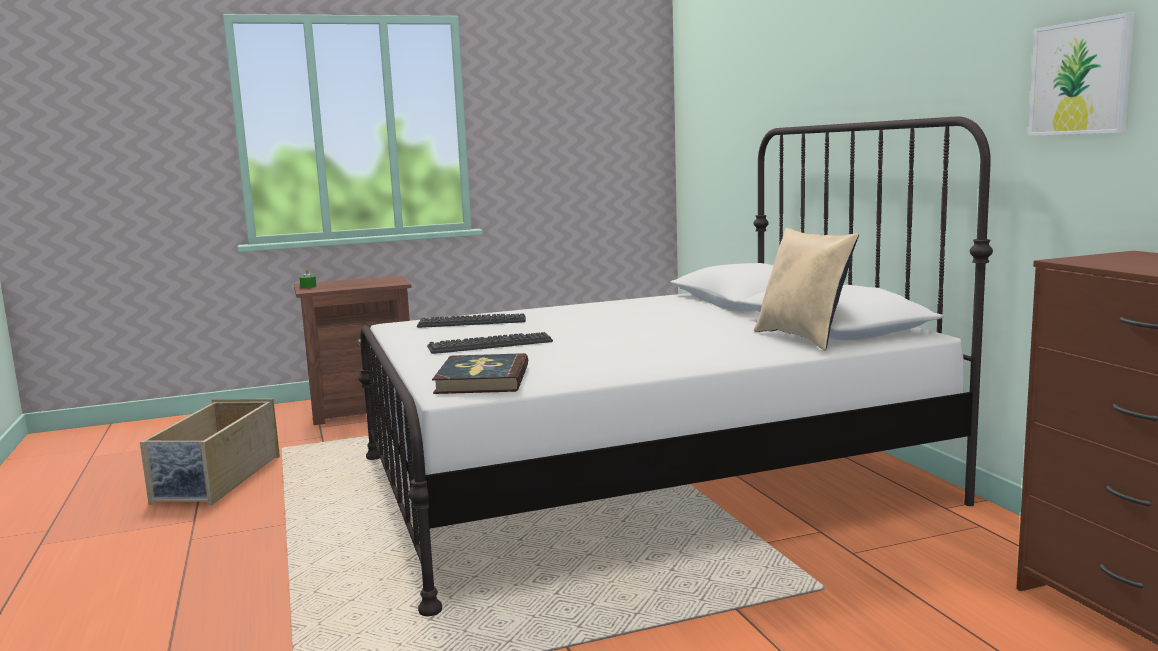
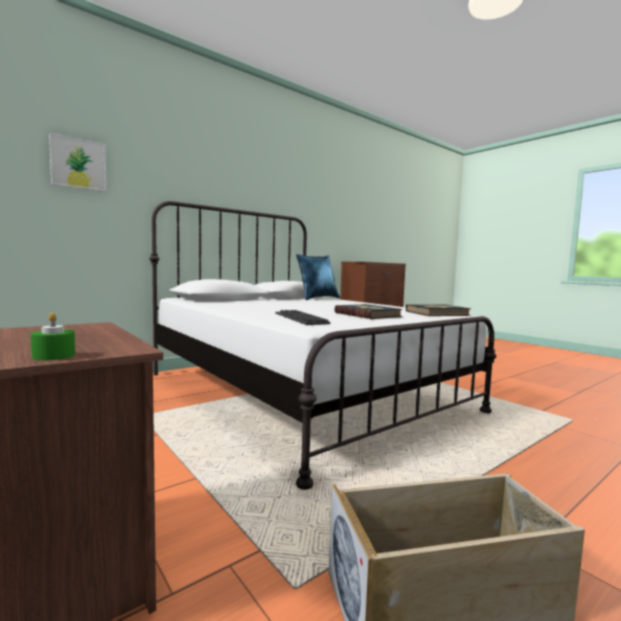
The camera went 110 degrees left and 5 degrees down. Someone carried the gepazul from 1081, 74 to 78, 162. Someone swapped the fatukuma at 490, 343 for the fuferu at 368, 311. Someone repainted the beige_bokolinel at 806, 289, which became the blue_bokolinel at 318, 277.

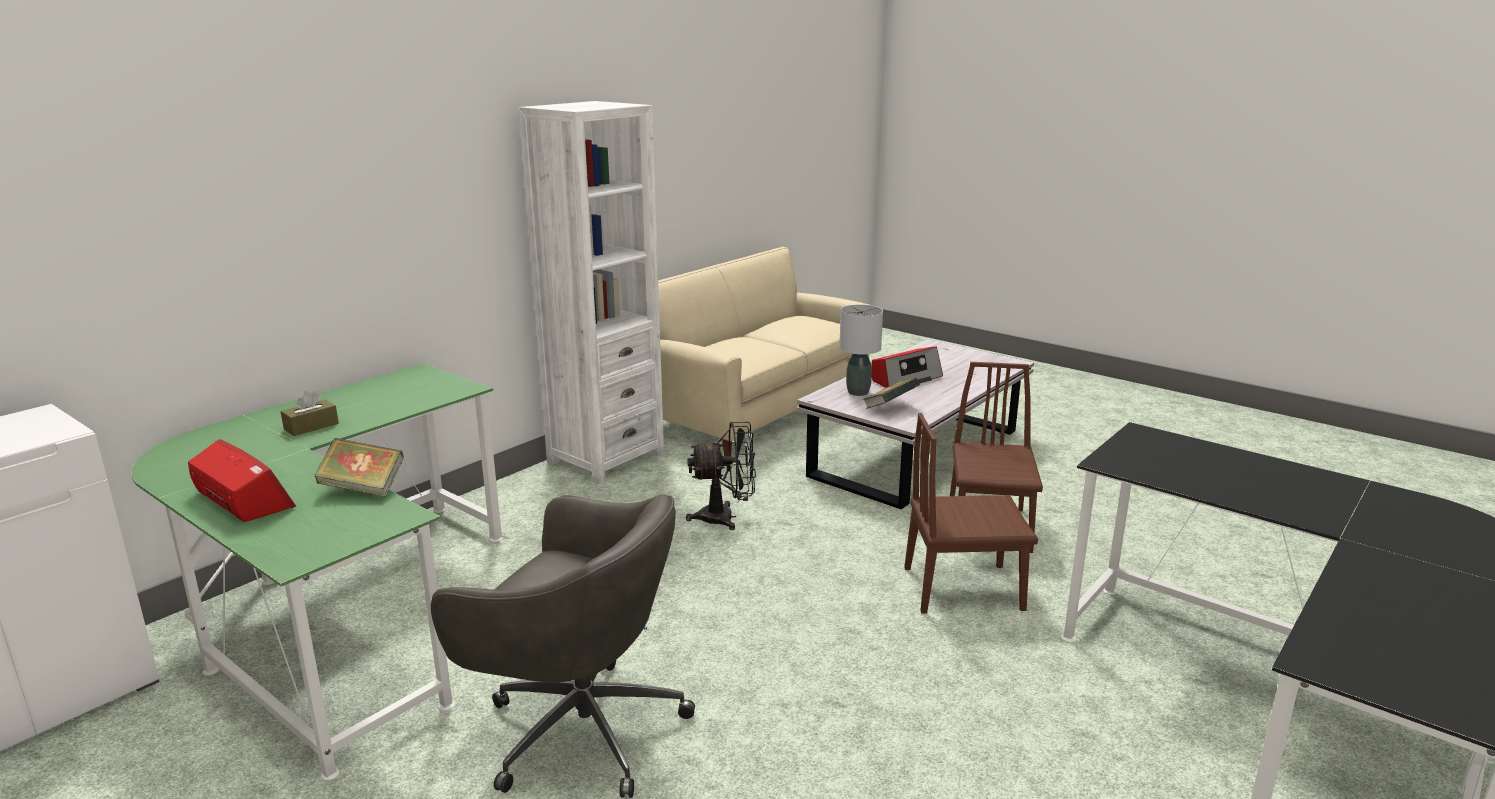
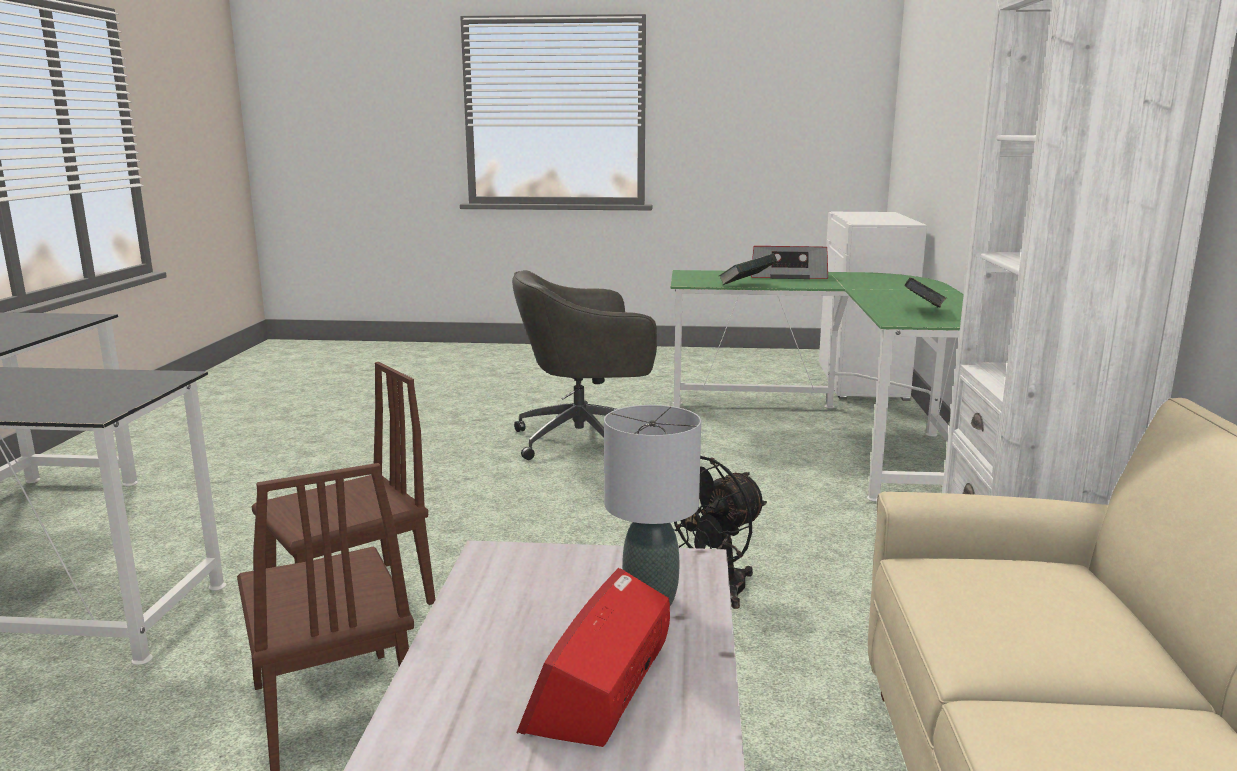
The camera went 145 degrees right and 5 degrees down. Someone took away the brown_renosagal at 310, 413. Someone carried the fuferu from 891, 393 to 925, 292.

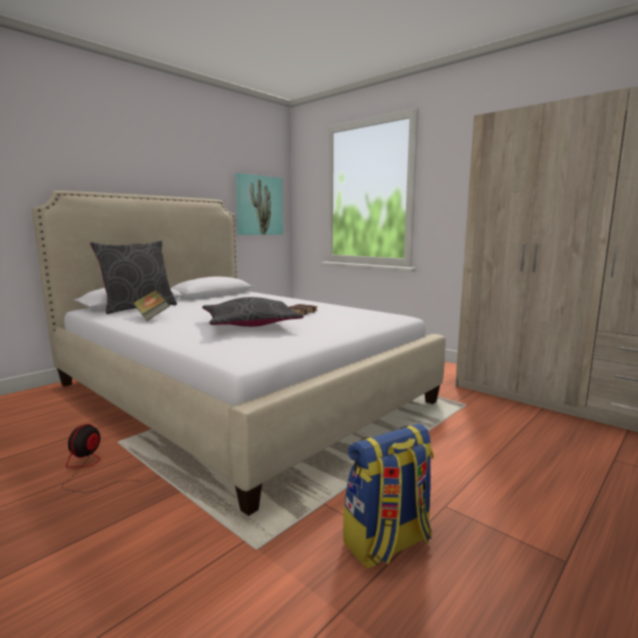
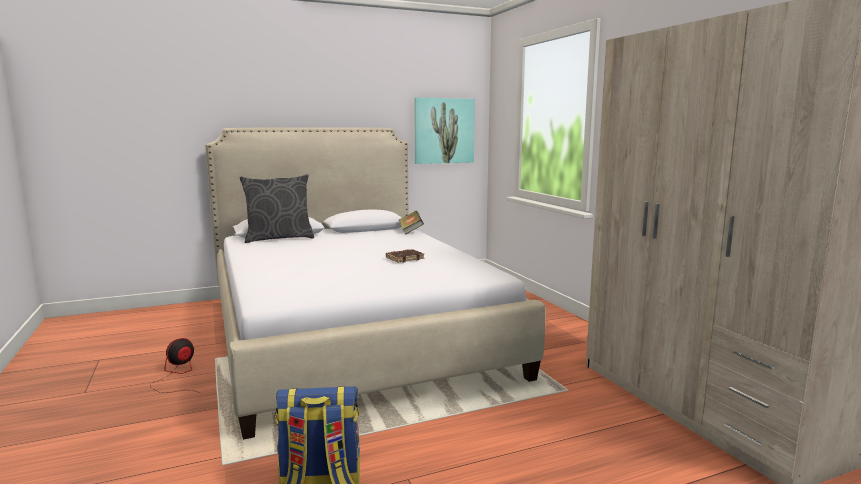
The camera went 25 degrees right and 0 degrees up. Someone took away the grey_bokolinel at 252, 312. Someone carried the fuferu from 151, 305 to 411, 223.

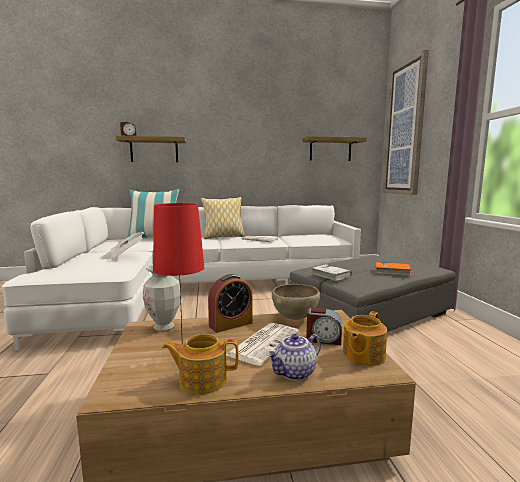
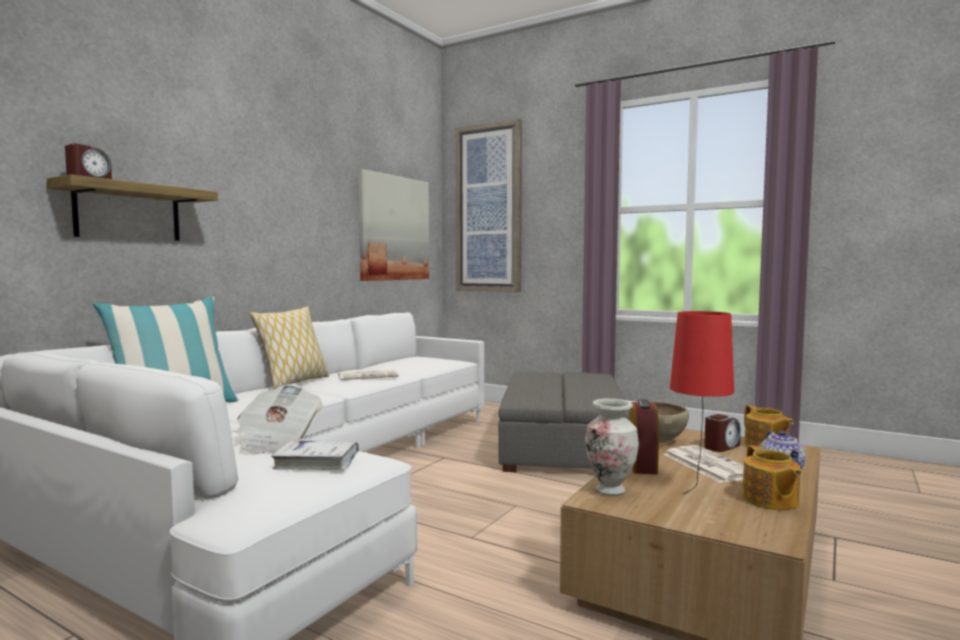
The camera went 50 degrees left and 5 degrees down. Someone took away the orange_fuferu at 393, 269. Someone carried the white_fuferu from 332, 272 to 315, 455. Someone swapped the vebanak at 334, 148 for the gepazul at 393, 225. Someone rotated the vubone at 200, 364 by 45 degrees counterclockwise.

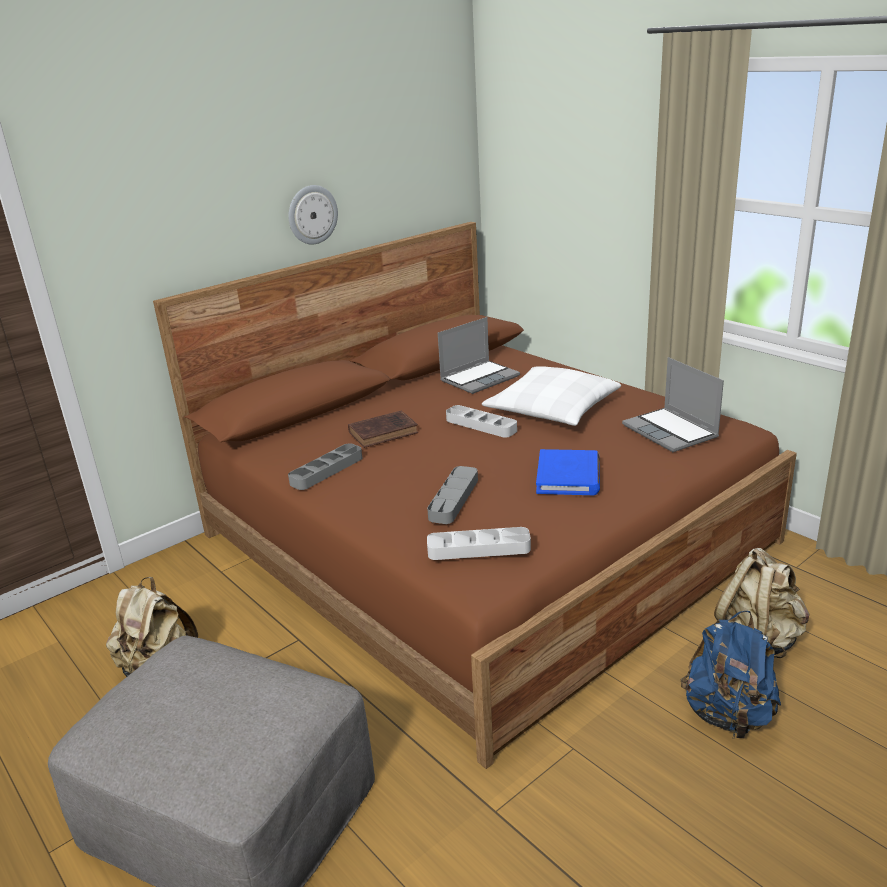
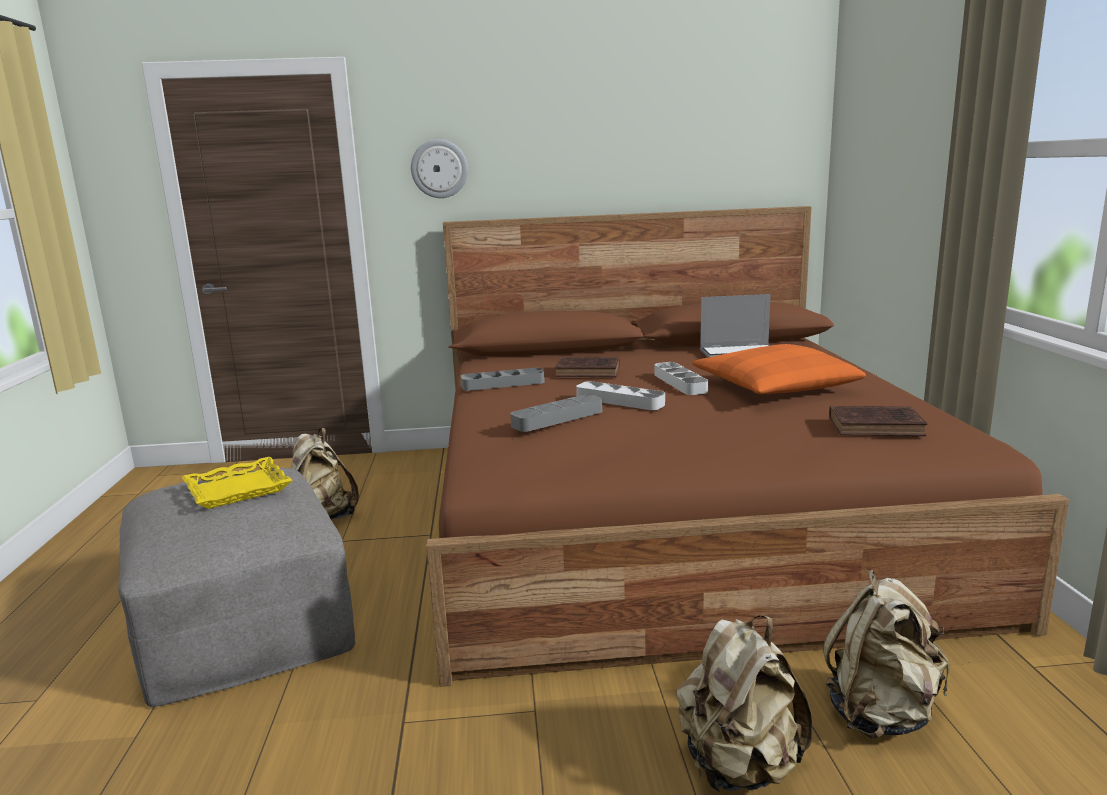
The camera went 35 degrees right and 10 degrees down. Someone took away the blue_fuferu at 568, 472. Someone put down the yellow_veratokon at 237, 483. Someone carried the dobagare from 313, 215 to 439, 168. Someone carried the grey_veratokon from 479, 543 to 620, 395. Someone swapped the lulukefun at 673, 404 for the brown_fuferu at 878, 421. Someone repainted the white_bokolinel at 551, 396, which became the orange_bokolinel at 779, 369. Someone repainted the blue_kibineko at 731, 674, which became the beige_kibineko at 744, 704.

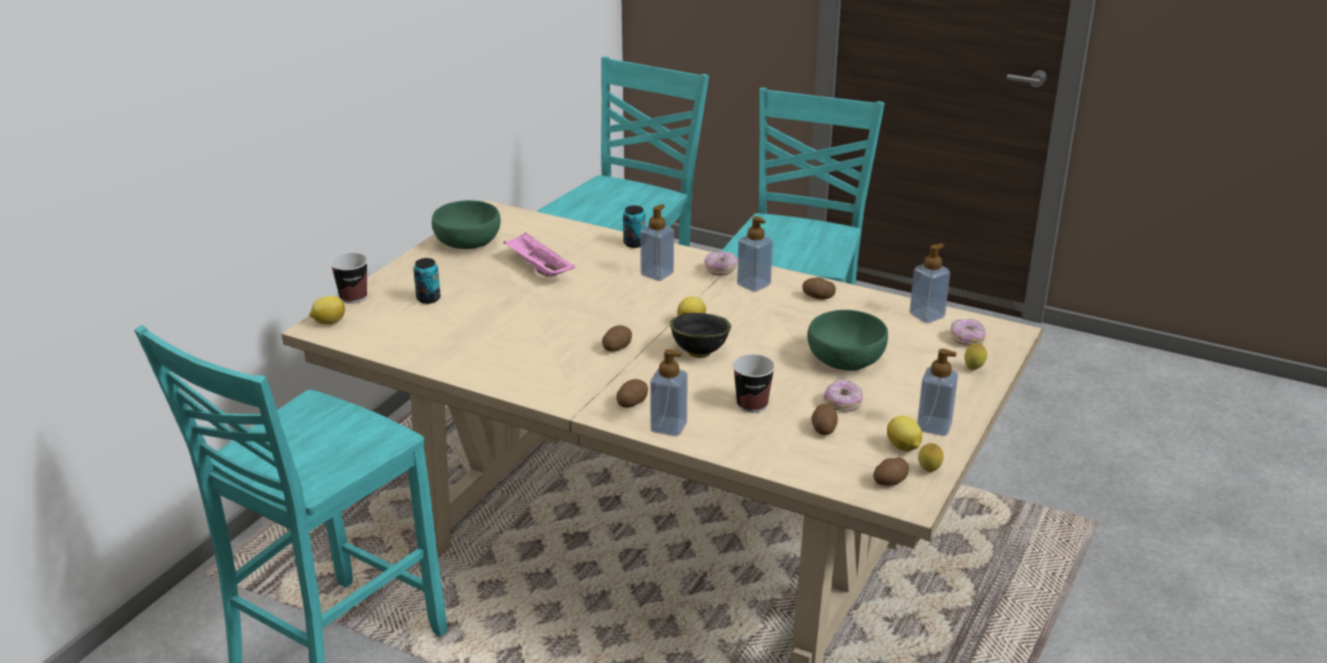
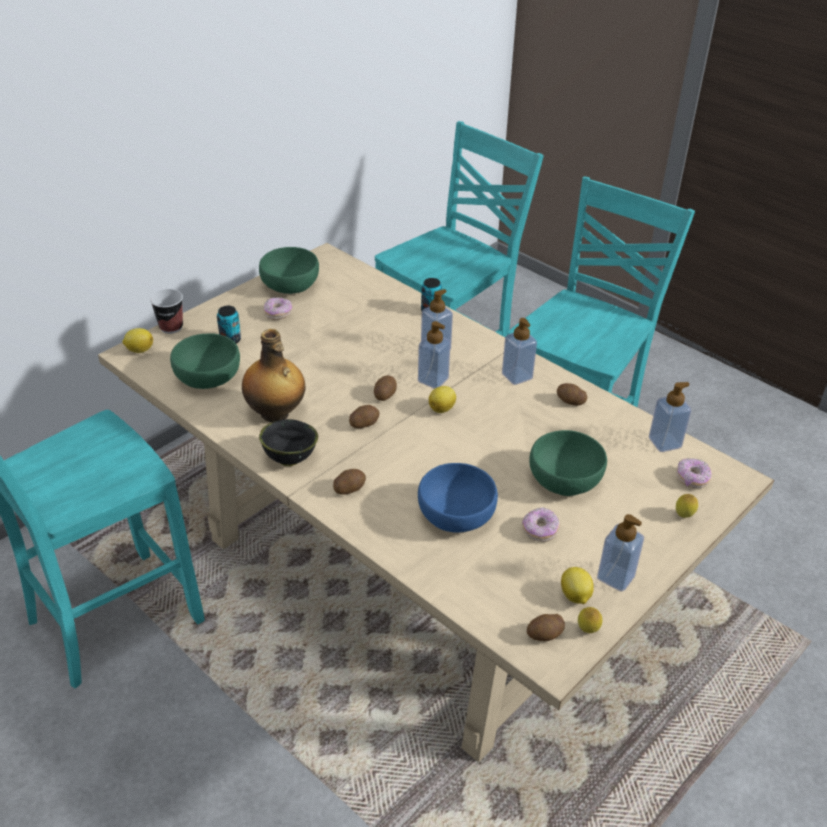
The camera went 15 degrees right and 10 degrees up. Someone took away the pink_veratokon at 539, 254. Someone put down the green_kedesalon at 205, 361. Someone put down the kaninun at 273, 376. Someone carried the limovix from 669, 392 to 434, 355. Someone carried the black_kedesalon from 700, 335 to 288, 442. Someone carried the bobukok from 721, 263 to 278, 308. Someone carried the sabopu from 824, 419 to 385, 388. Someone swapped the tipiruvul at 754, 383 for the blue_kedesalon at 458, 498.

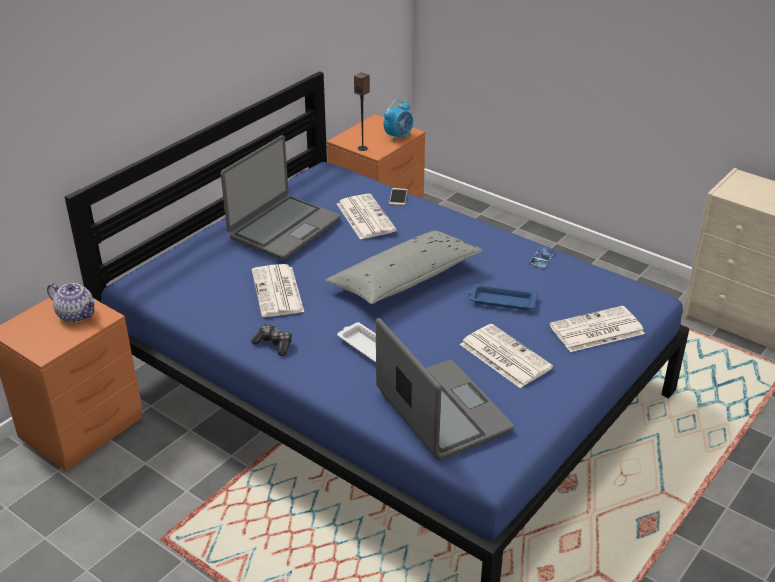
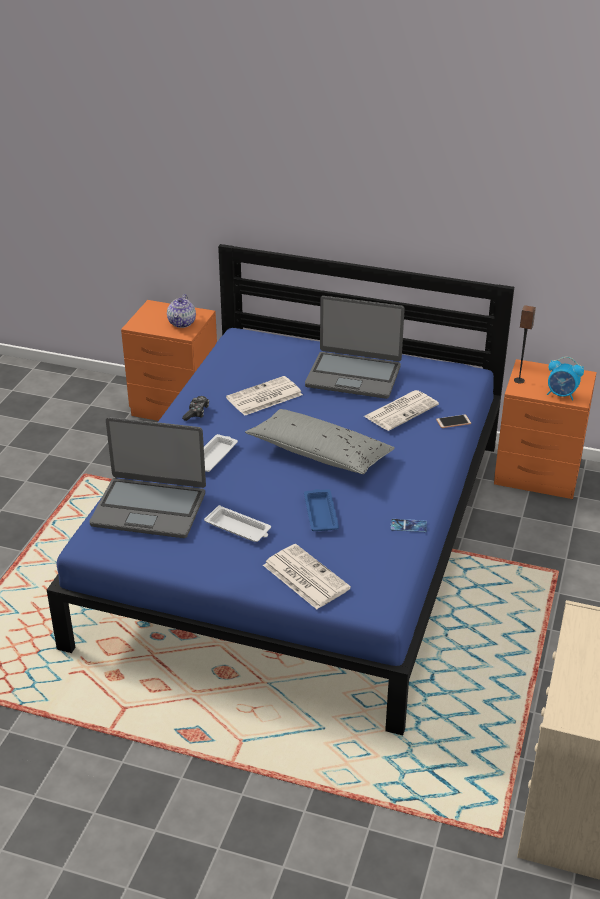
The camera went 70 degrees right and 0 degrees up. Someone swapped the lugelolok at 506, 356 for the white_veratokon at 237, 523. Someone rotated the lulukefun at 445, 389 by 60 degrees clockwise.

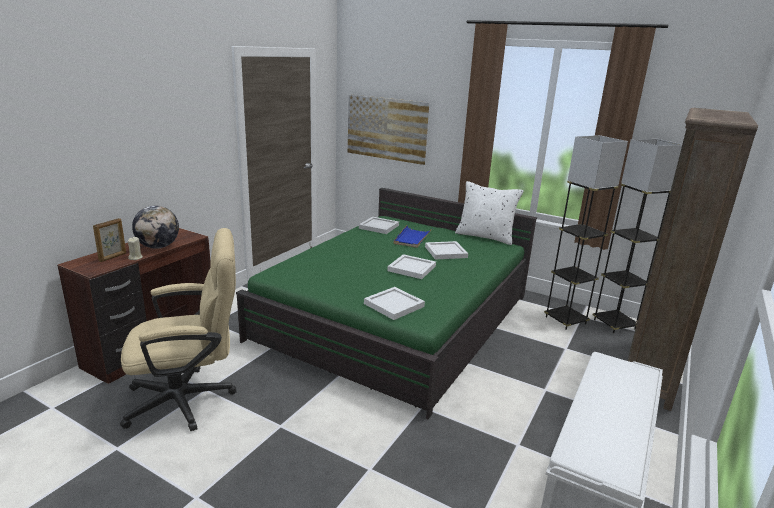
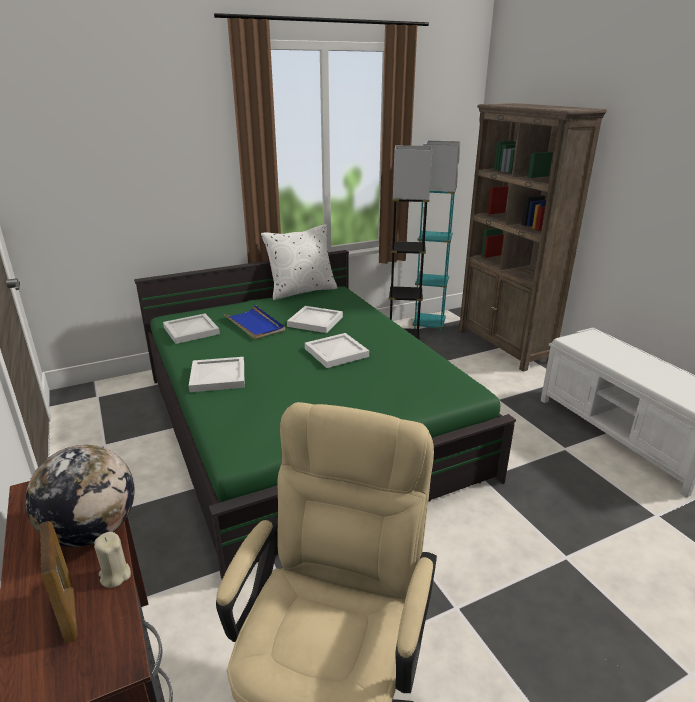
The camera went 55 degrees left and 5 degrees up. Someone took away the gepazul at 388, 130. Someone carried the white_veratokon from 394, 303 to 217, 374. Someone repainted the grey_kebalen at 637, 236, which became the turquoise_kebalen at 437, 236.

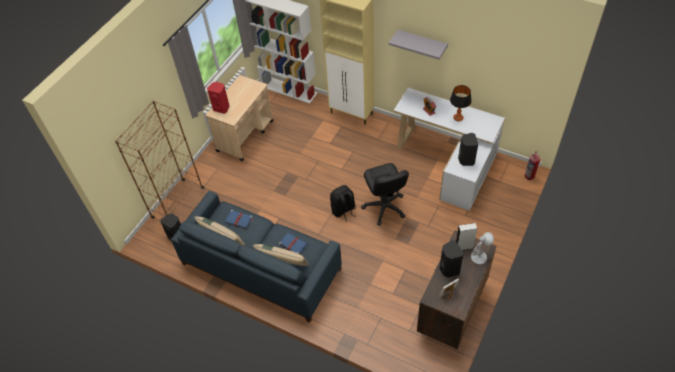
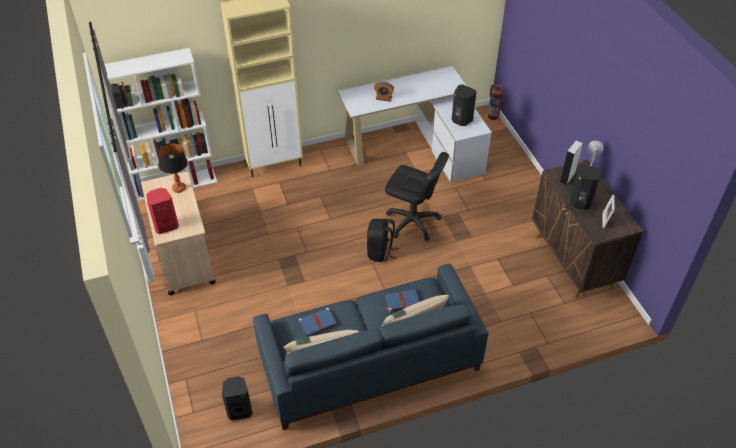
The camera went 50 degrees left and 5 degrees down. Someone took away the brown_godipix at 159, 159. Someone took away the grey_vebanak at 418, 45. Someone carried the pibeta from 461, 103 to 173, 168.

